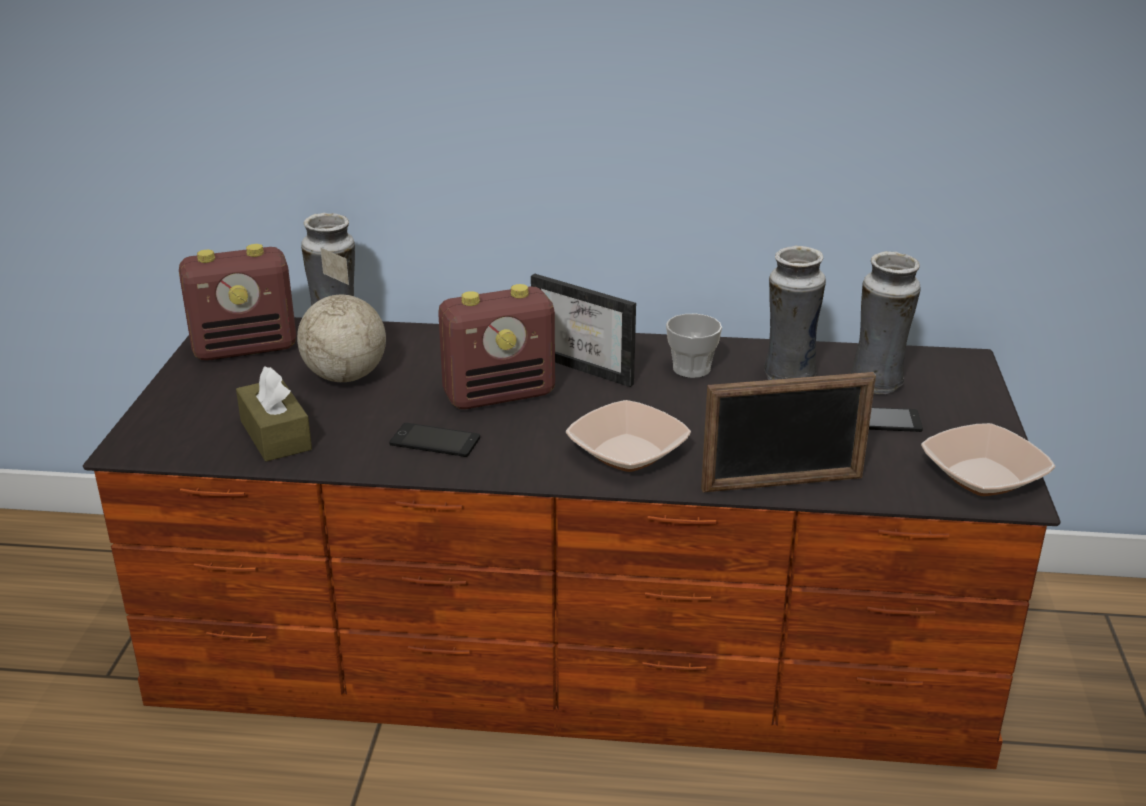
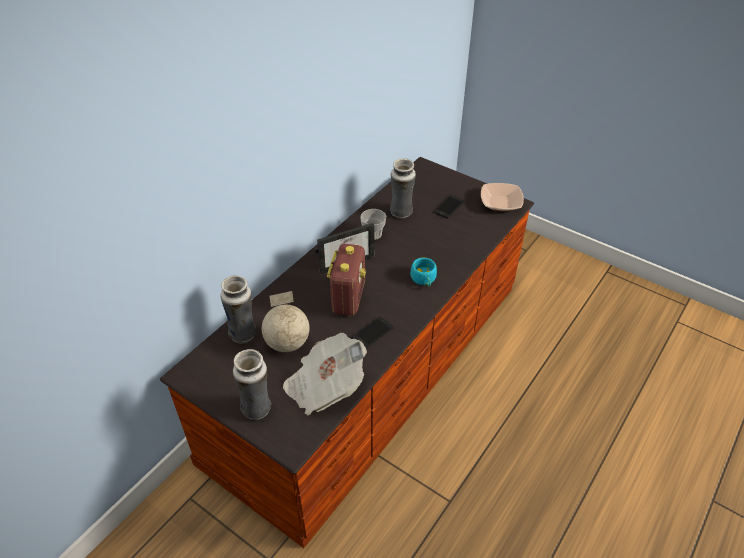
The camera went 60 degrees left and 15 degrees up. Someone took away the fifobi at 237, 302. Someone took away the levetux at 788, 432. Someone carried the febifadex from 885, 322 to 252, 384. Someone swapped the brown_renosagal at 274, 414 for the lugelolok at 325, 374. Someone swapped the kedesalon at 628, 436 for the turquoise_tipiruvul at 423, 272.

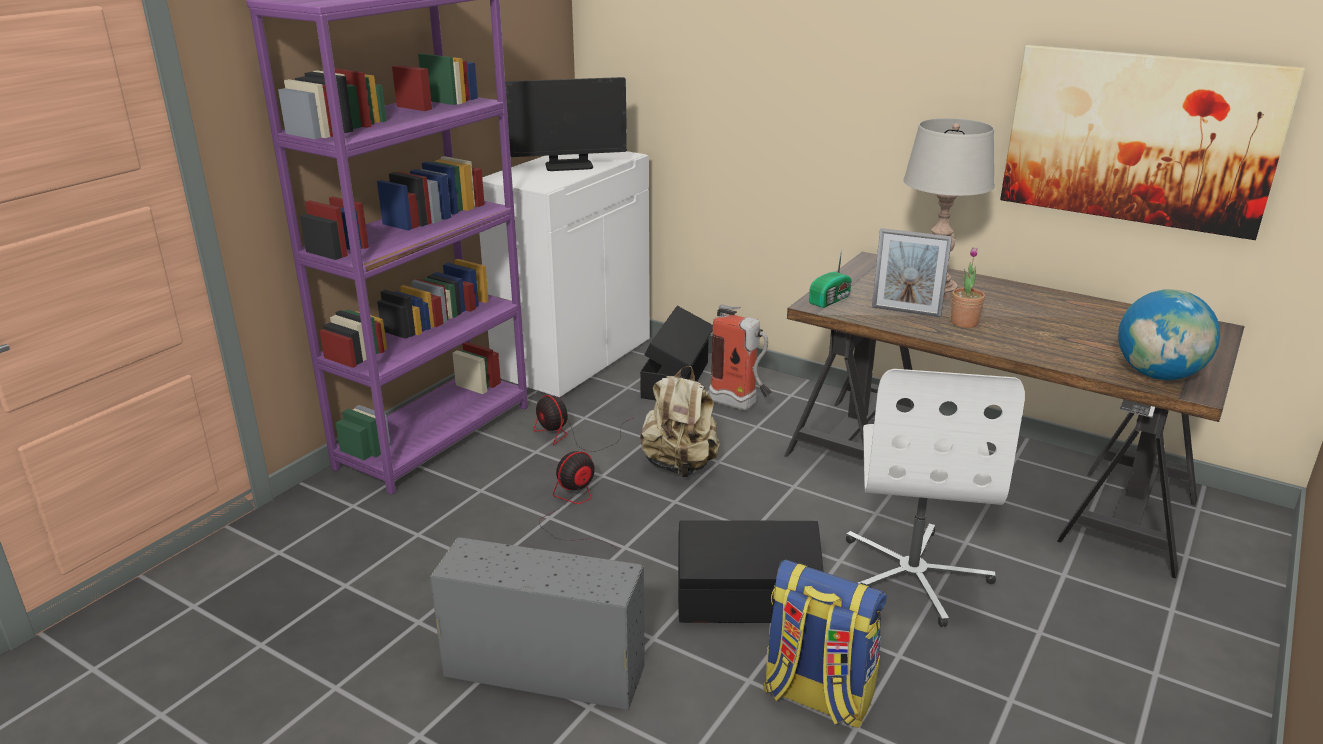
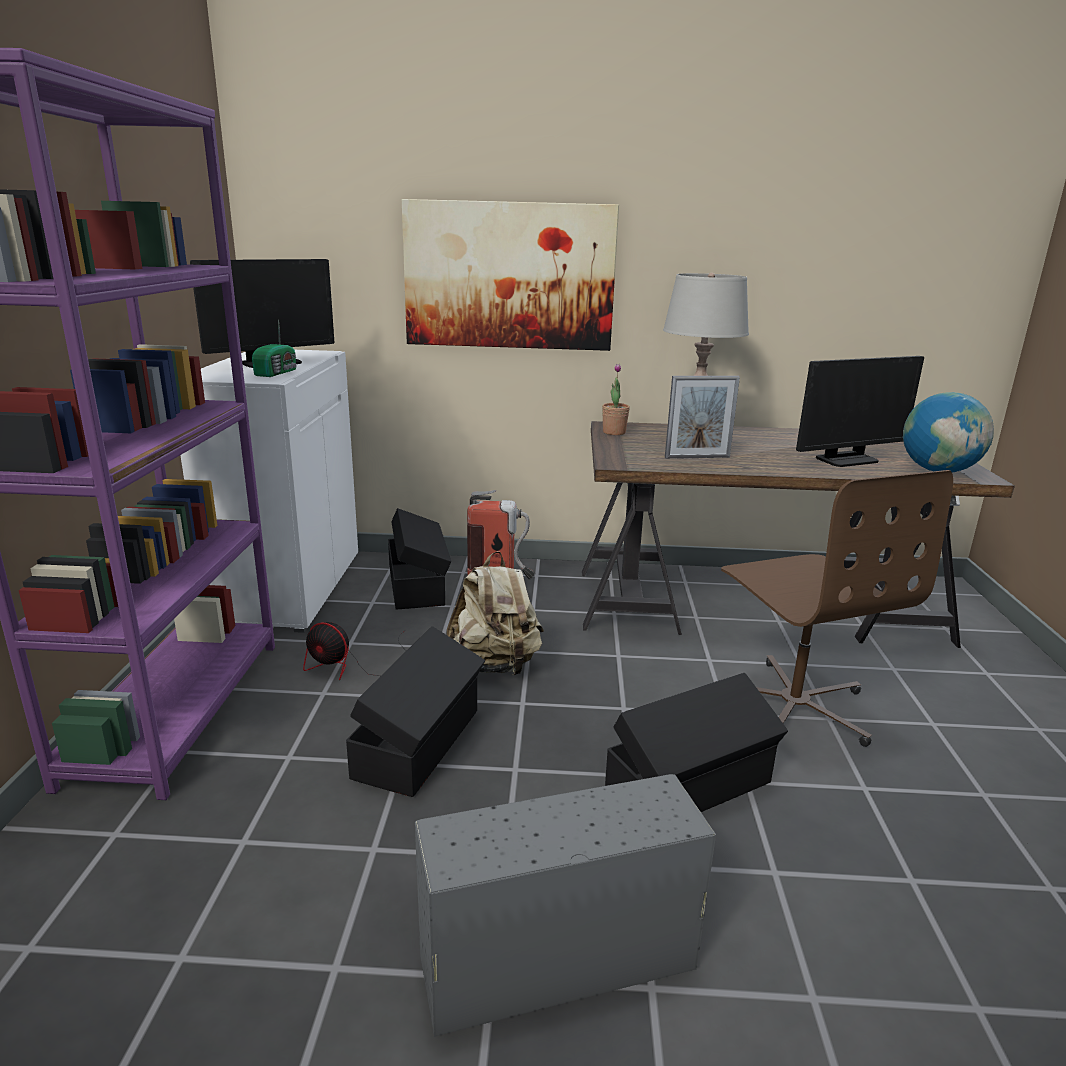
The camera went 30 degrees left and 5 degrees down. Someone took away the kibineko at 825, 644. Someone put down the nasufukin at 860, 411. Someone carried the fifobi from 830, 278 to 274, 348. Someone carried the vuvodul from 968, 287 to 616, 399. Someone carried the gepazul from 1152, 142 to 510, 275. Someone swapped the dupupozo at 578, 500 for the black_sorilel at 415, 711. Someone repainted the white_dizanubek at 935, 498, which became the brown_dizanubek at 837, 608.

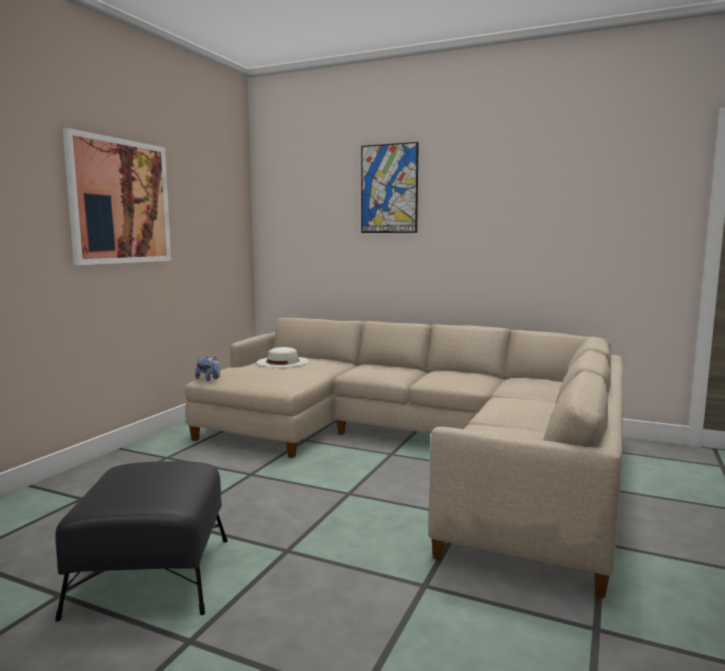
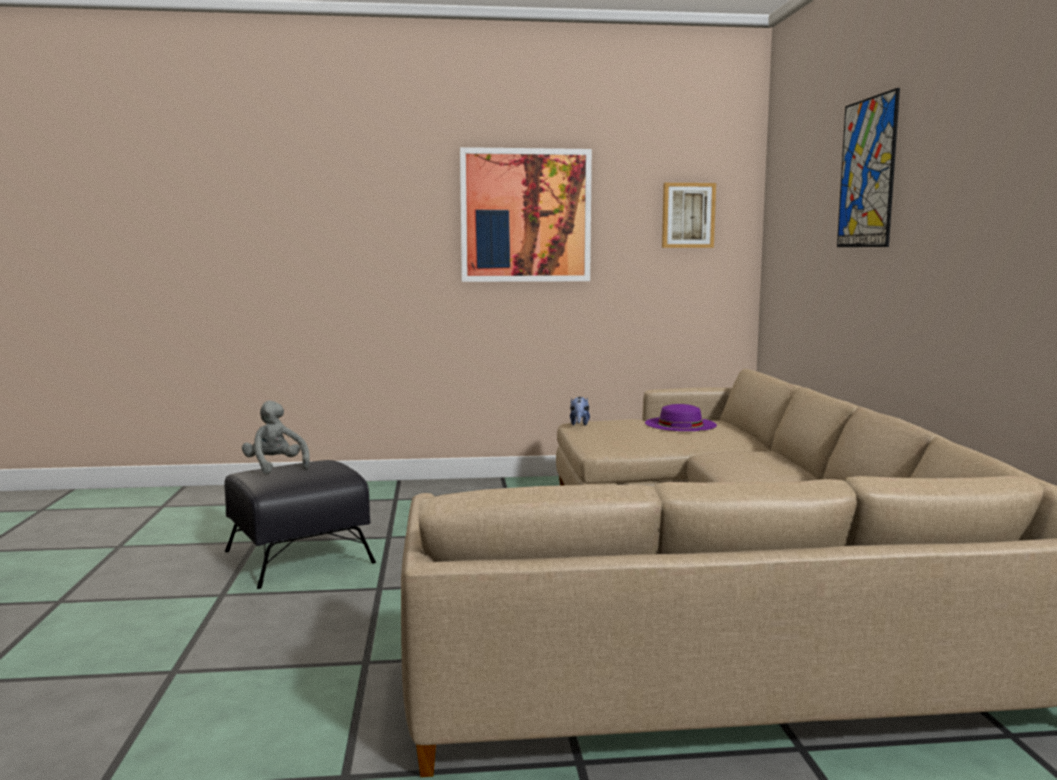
The camera went 60 degrees right and 0 degrees up. Someone put down the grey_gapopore at 276, 437. Someone put up the gepazul at 689, 215. Someone repainted the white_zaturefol at 283, 357, which became the purple_zaturefol at 681, 417.

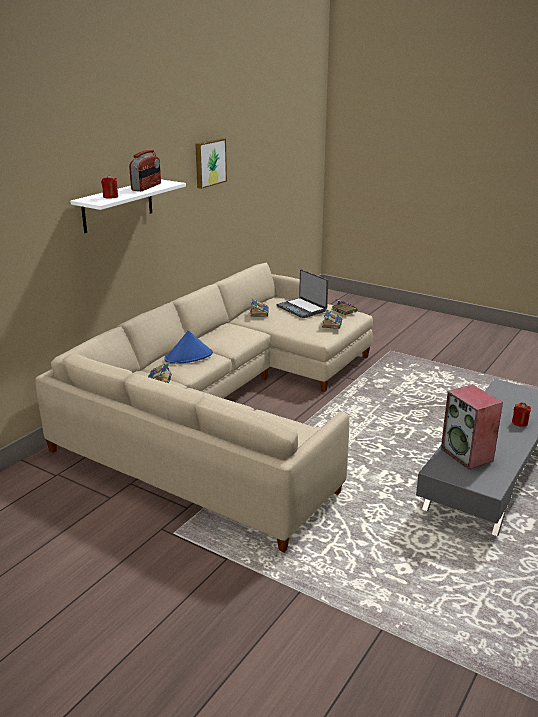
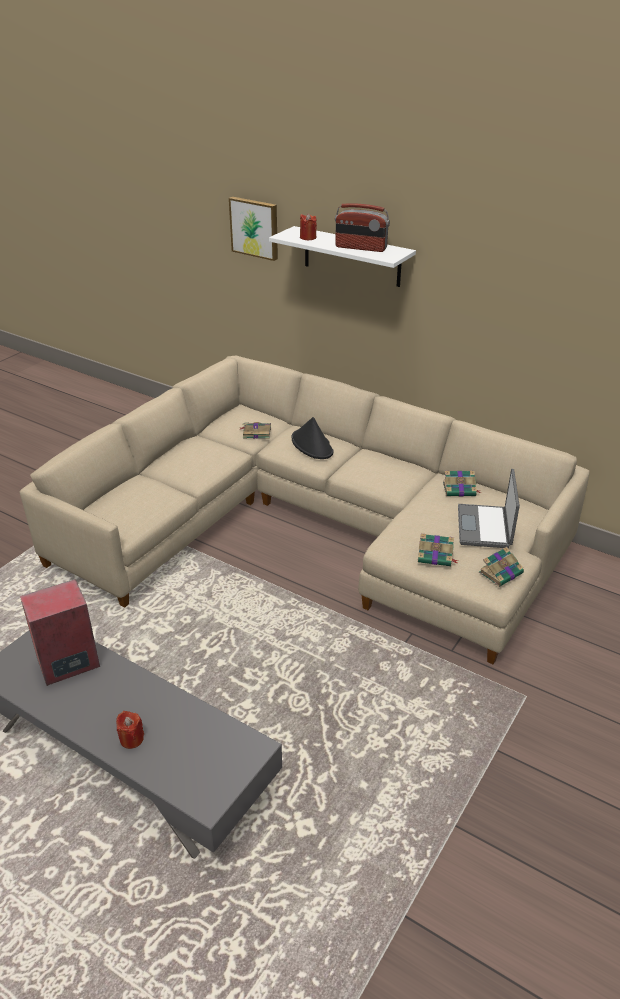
The camera went 90 degrees right and 10 degrees up. Someone carried the gepazul from 211, 163 to 253, 229. Someone repainted the blue_zaturefol at 188, 347, which became the black_zaturefol at 312, 438. Someone rotated the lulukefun at 302, 293 by 45 degrees counterclockwise.

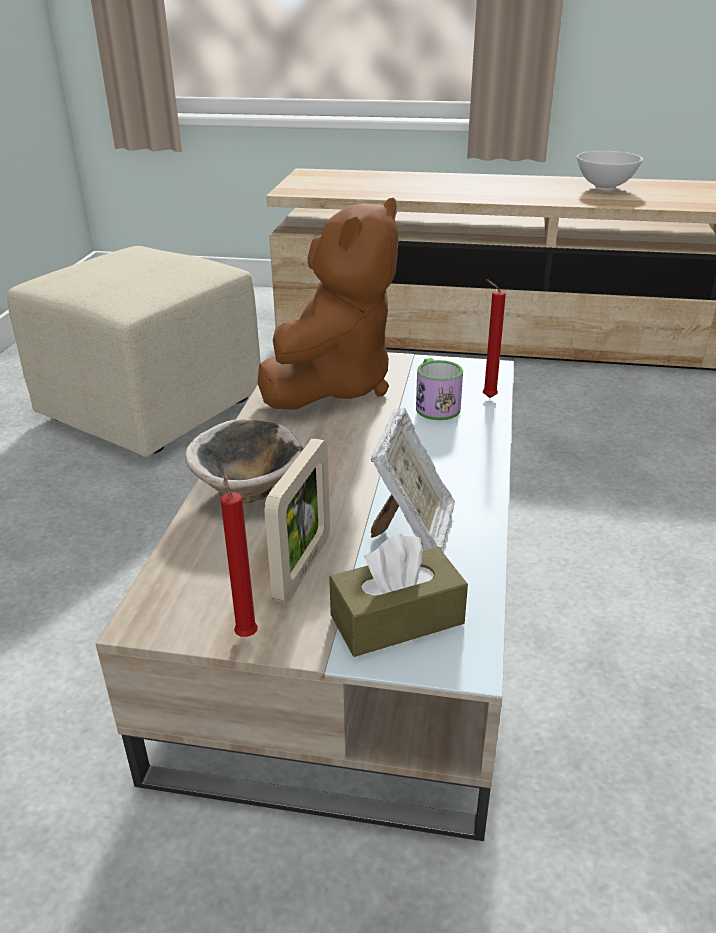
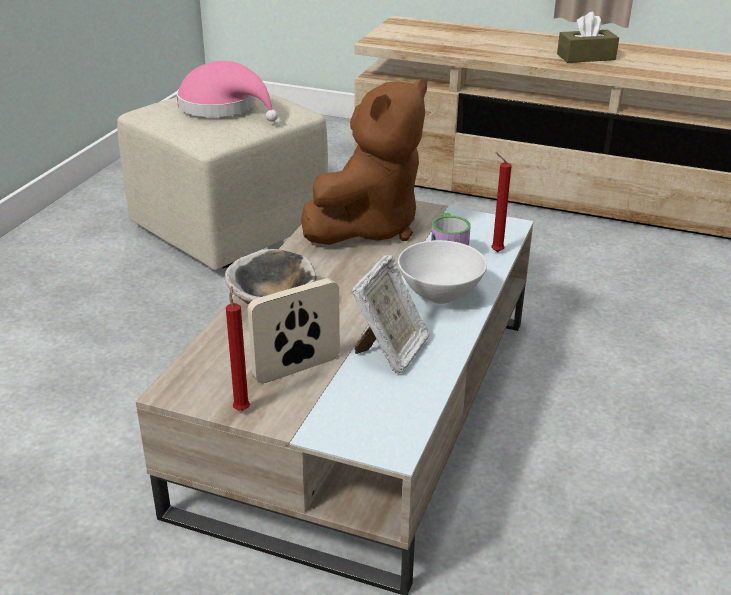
The camera went 10 degrees right and 0 degrees up. Someone put down the pink_zaturefol at 227, 91. Someone carried the brown_renosagal from 398, 595 to 588, 37. Someone carried the white_kedesalon from 610, 170 to 442, 272. Someone rotated the levetux at 297, 520 by 150 degrees counterclockwise.

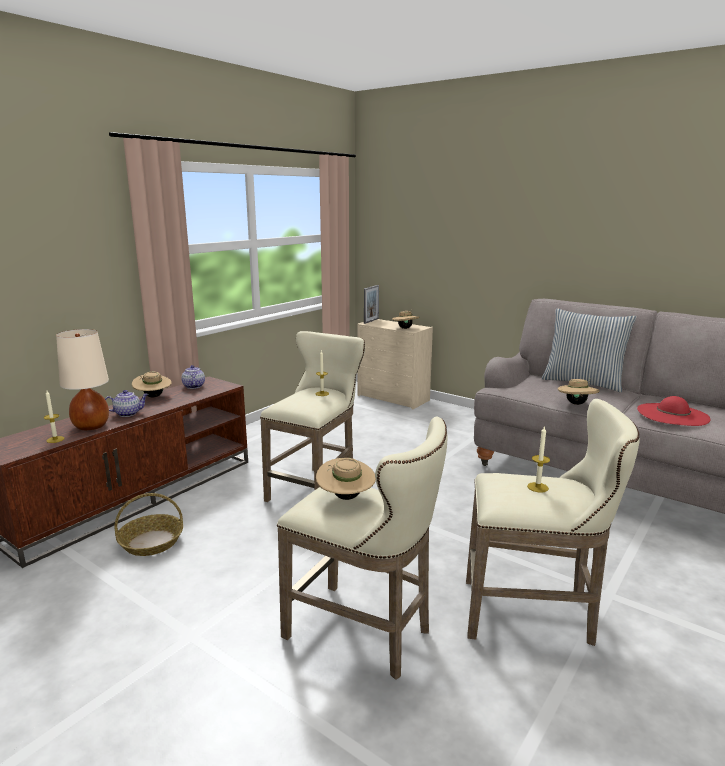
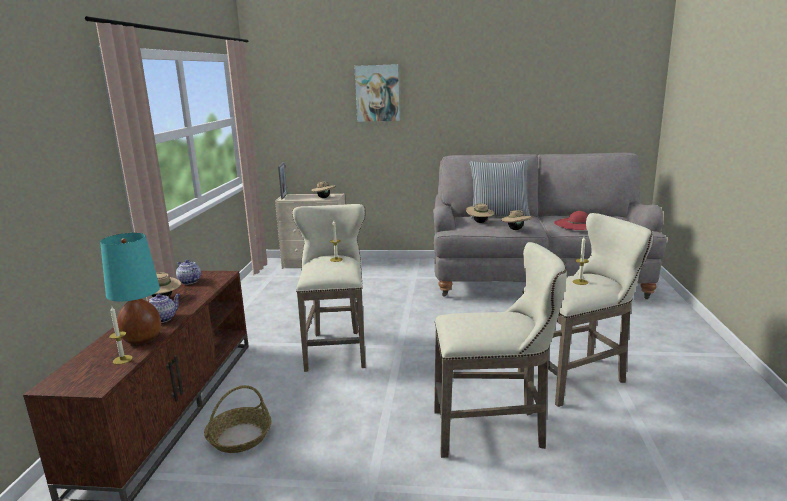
The camera went 30 degrees left and 0 degrees up. Someone put up the gepazul at 377, 93. Someone carried the beige_zaturefol from 346, 479 to 480, 213. Someone repainted the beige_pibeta at 82, 379, which became the turquoise_pibeta at 130, 288.

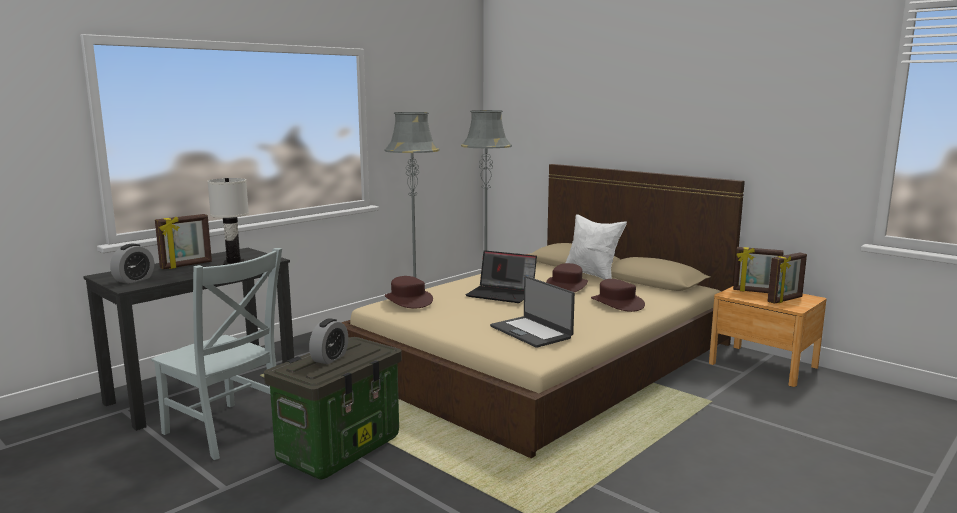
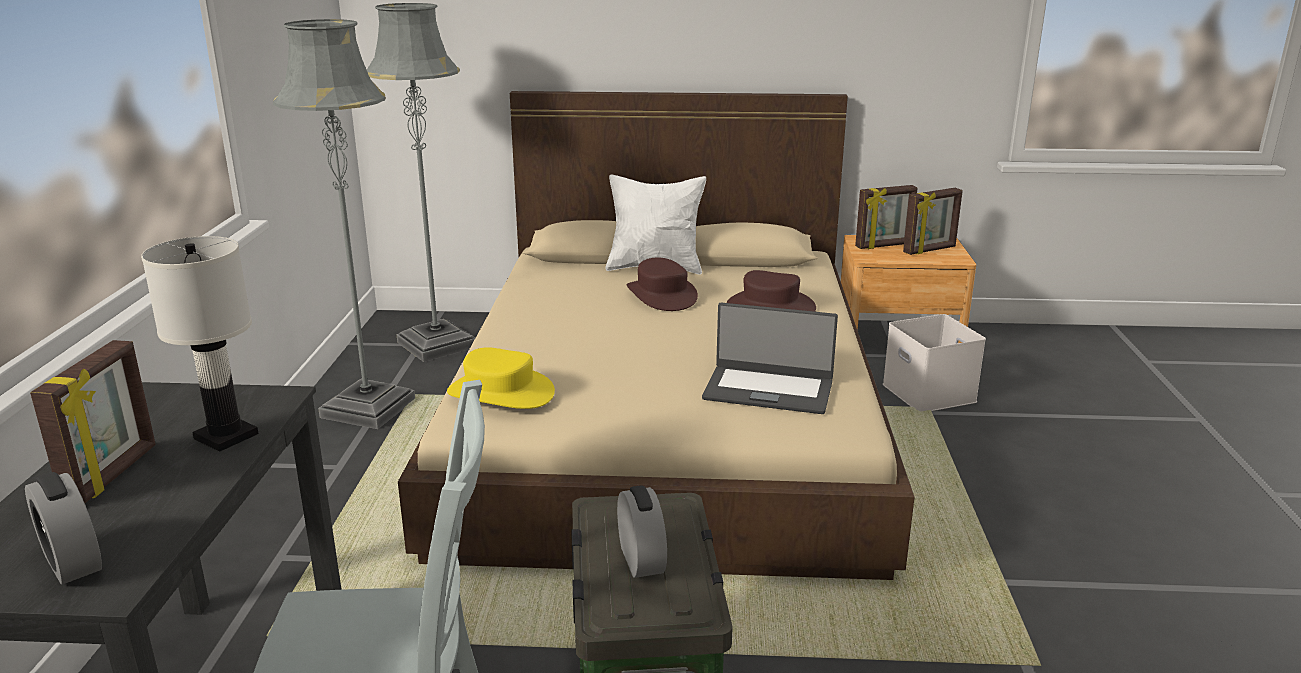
The camera went 40 degrees left and 10 degrees up. Someone took away the lulukefun at 501, 276. Someone put down the white_sorilel at 934, 362. Someone repainted the brown_zaturefol at 409, 292, which became the yellow_zaturefol at 501, 378. Someone rotated the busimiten at 132, 264 by 150 degrees clockwise. Someone rotated the levetux at 787, 278 by 45 degrees clockwise.

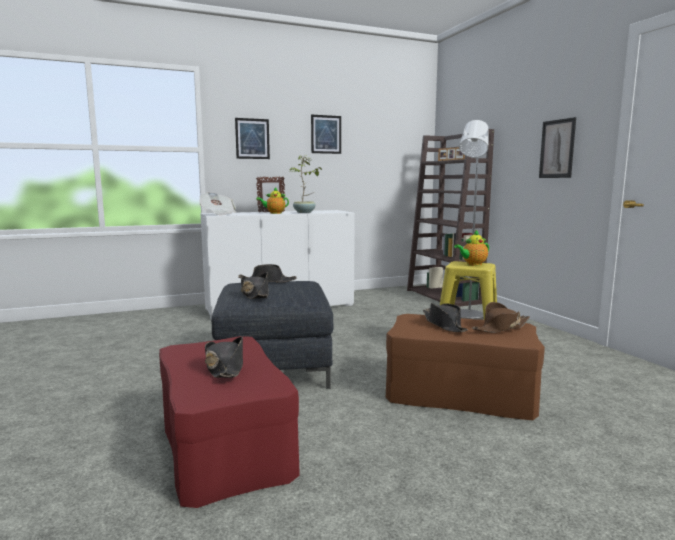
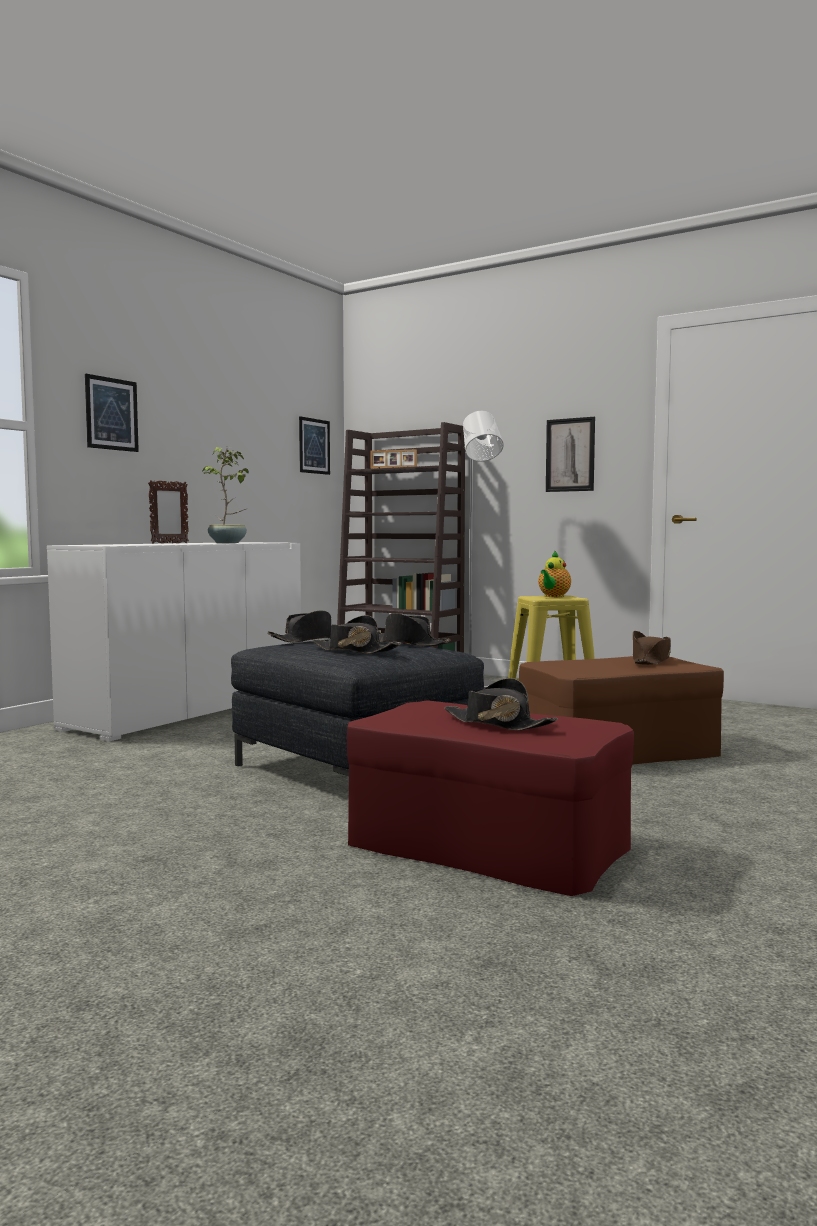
The camera went 35 degrees left and 5 degrees down. Someone took away the lugelolok at 217, 203. Someone took away the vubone at 272, 200. Someone carried the gepazul from 326, 134 to 314, 445. Someone carried the black_zaturefol from 445, 317 to 414, 629.

